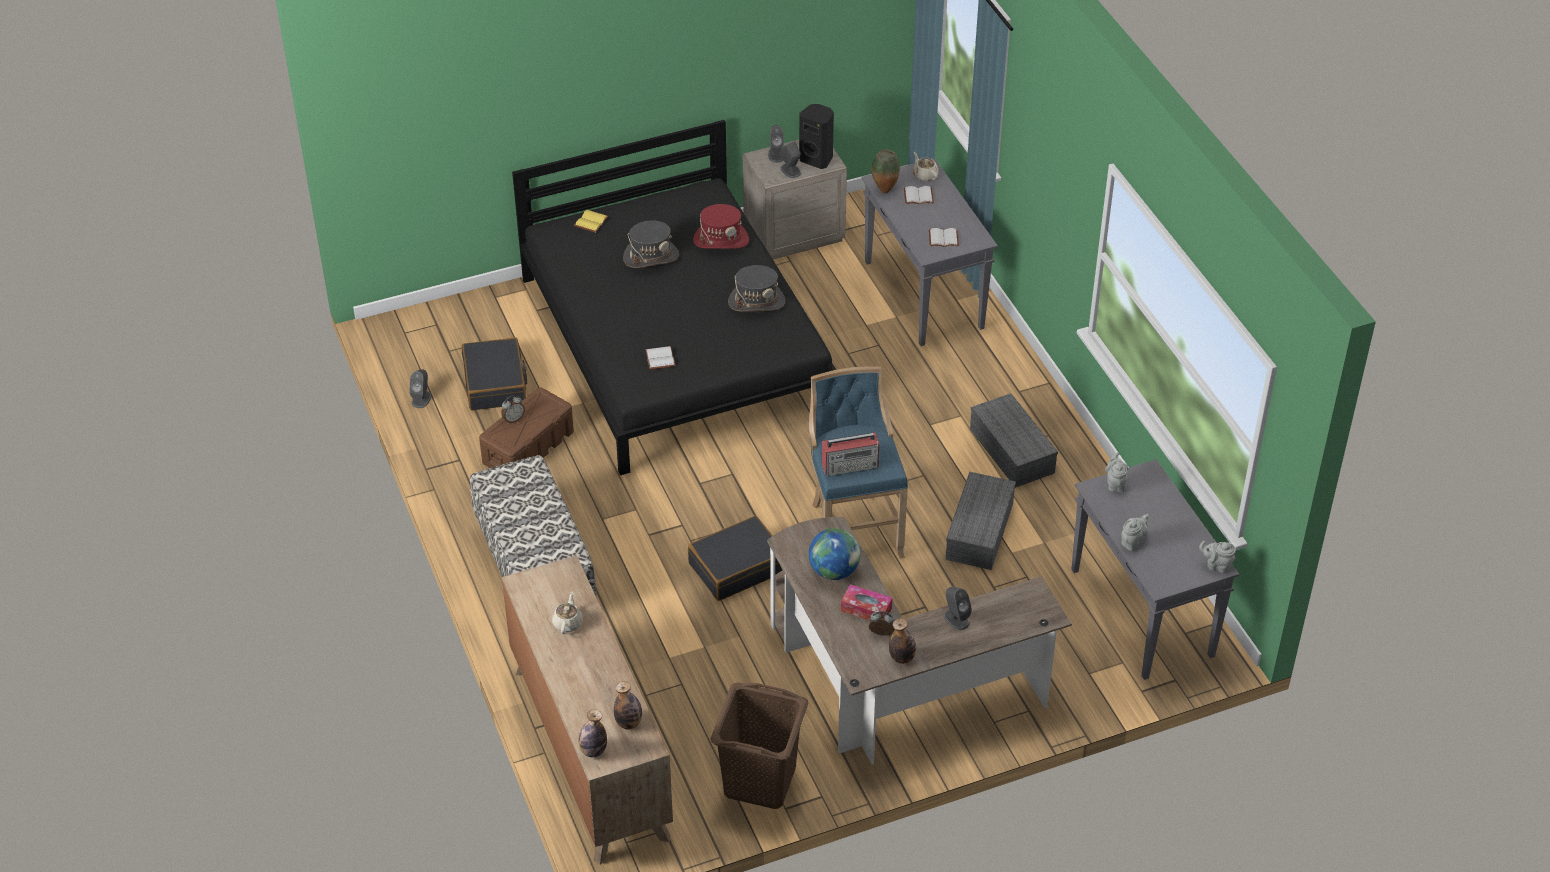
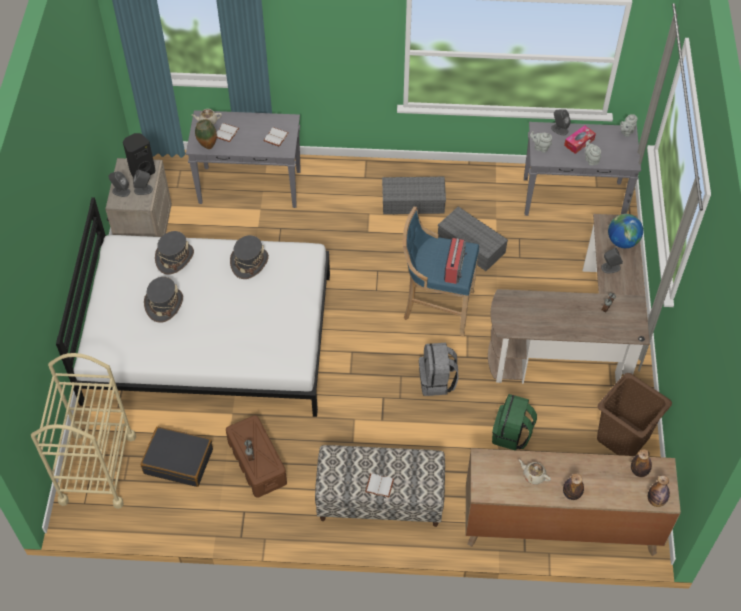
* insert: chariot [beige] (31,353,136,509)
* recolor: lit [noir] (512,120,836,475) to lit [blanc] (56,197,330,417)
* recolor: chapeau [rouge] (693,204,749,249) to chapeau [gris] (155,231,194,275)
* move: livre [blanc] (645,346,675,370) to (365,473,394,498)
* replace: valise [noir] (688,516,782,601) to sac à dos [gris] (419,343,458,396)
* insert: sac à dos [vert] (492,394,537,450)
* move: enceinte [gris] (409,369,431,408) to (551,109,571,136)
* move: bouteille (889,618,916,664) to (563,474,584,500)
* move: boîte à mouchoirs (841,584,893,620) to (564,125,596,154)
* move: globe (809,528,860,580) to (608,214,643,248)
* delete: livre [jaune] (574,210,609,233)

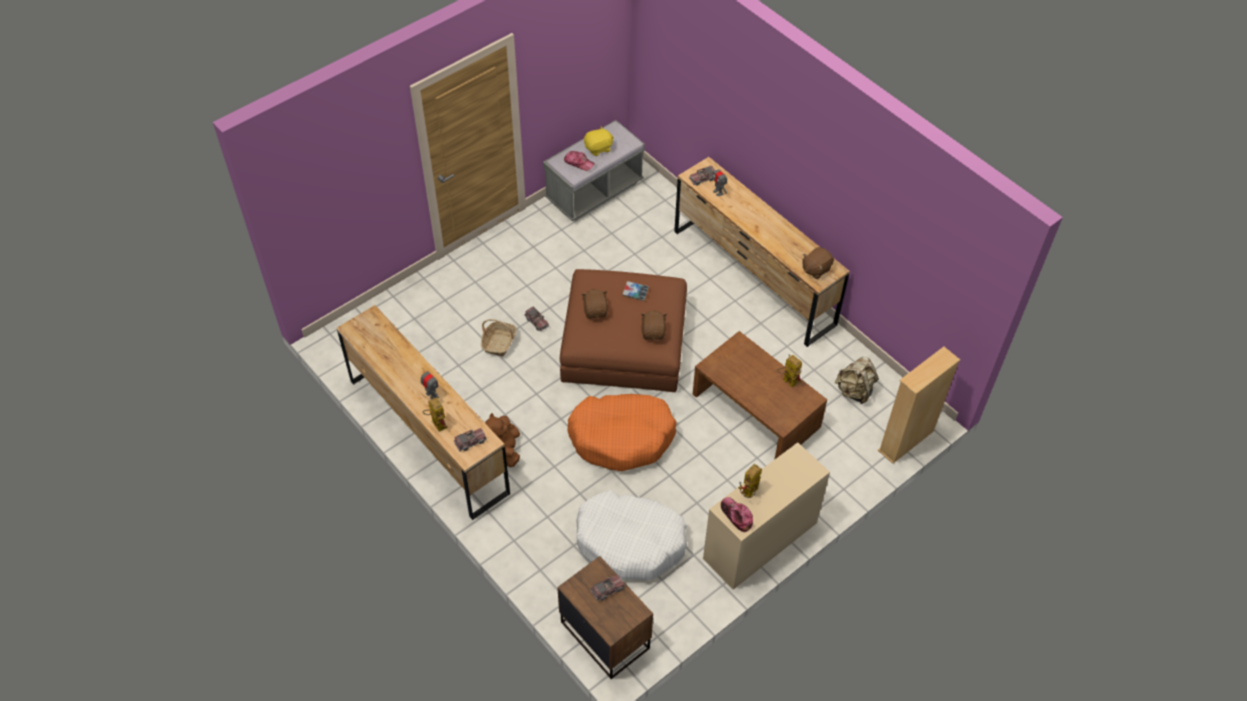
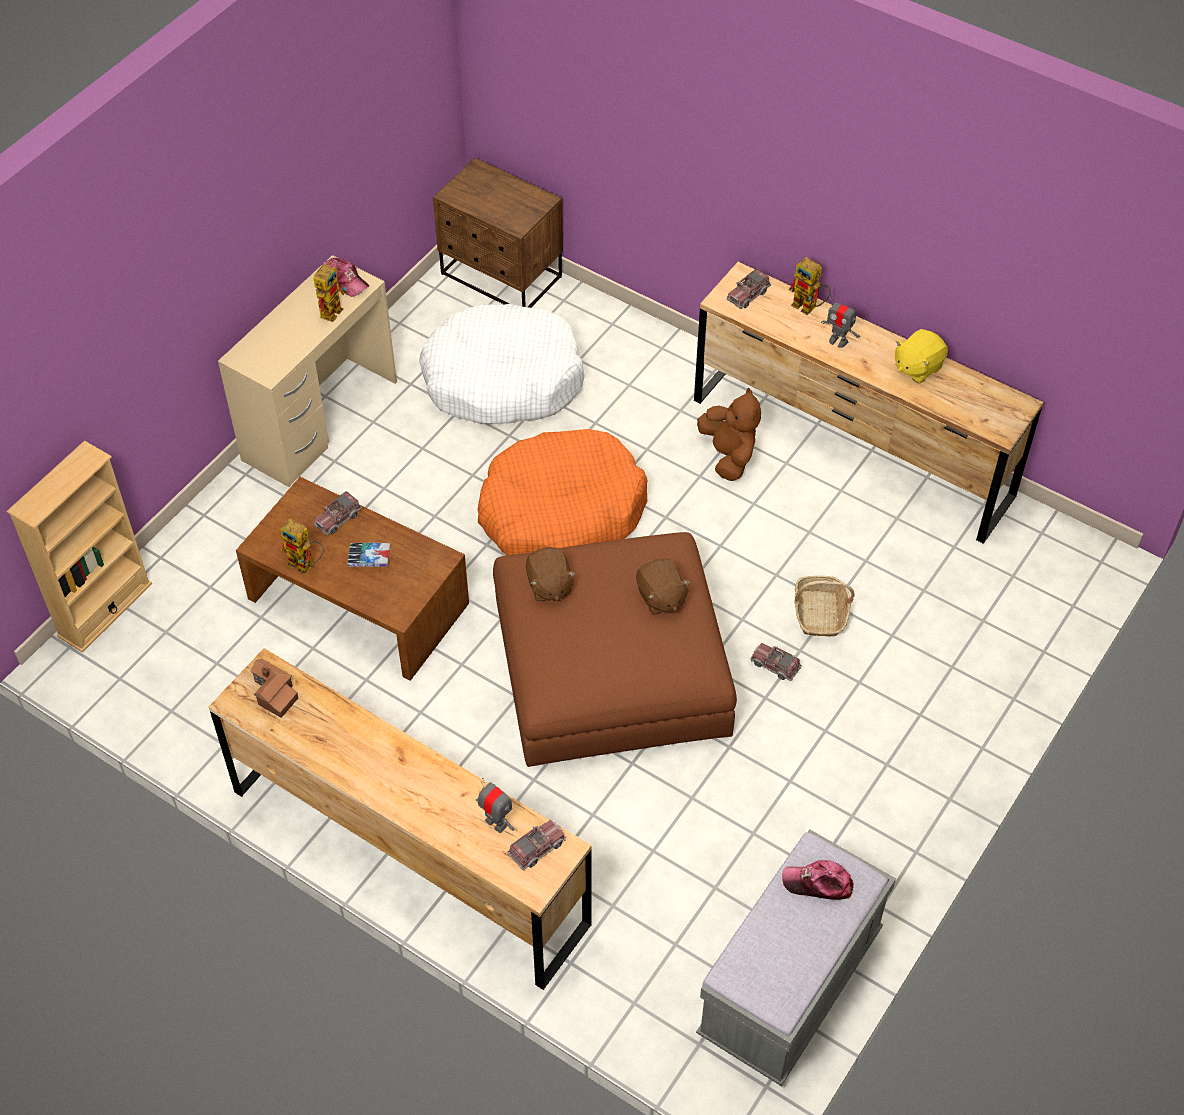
* replace: peluche [marron] (802,247,834,279) to maison miniature (251,659,298,718)
* move: camion jouet (590,575,625,601) to (314,491,362,535)
* move: livre (622,281,649,301) to (347,543,391,567)
* move: peluche [jaune] (584,126,614,156) to (895,329,948,383)
* delete: sac à dos [beige] (835,357,879,404)

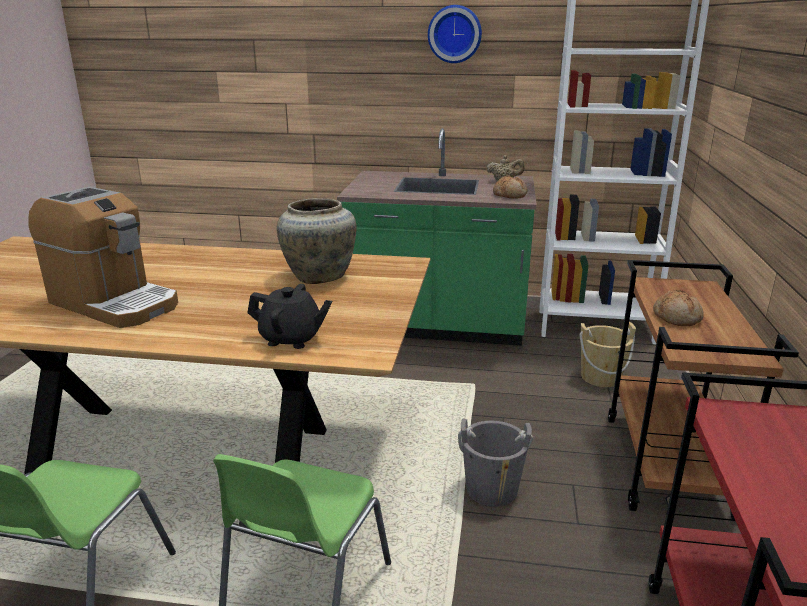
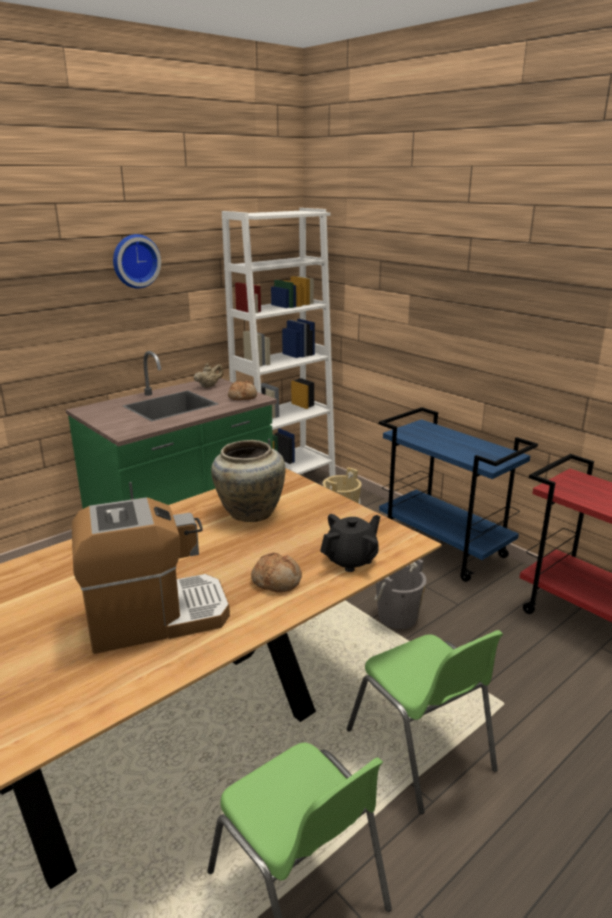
* move: pain (653,290,704,326) to (251,553,302,593)
* recolor: chariot [marron] (608,260,799,520) to chariot [bleu] (379,407,538,582)

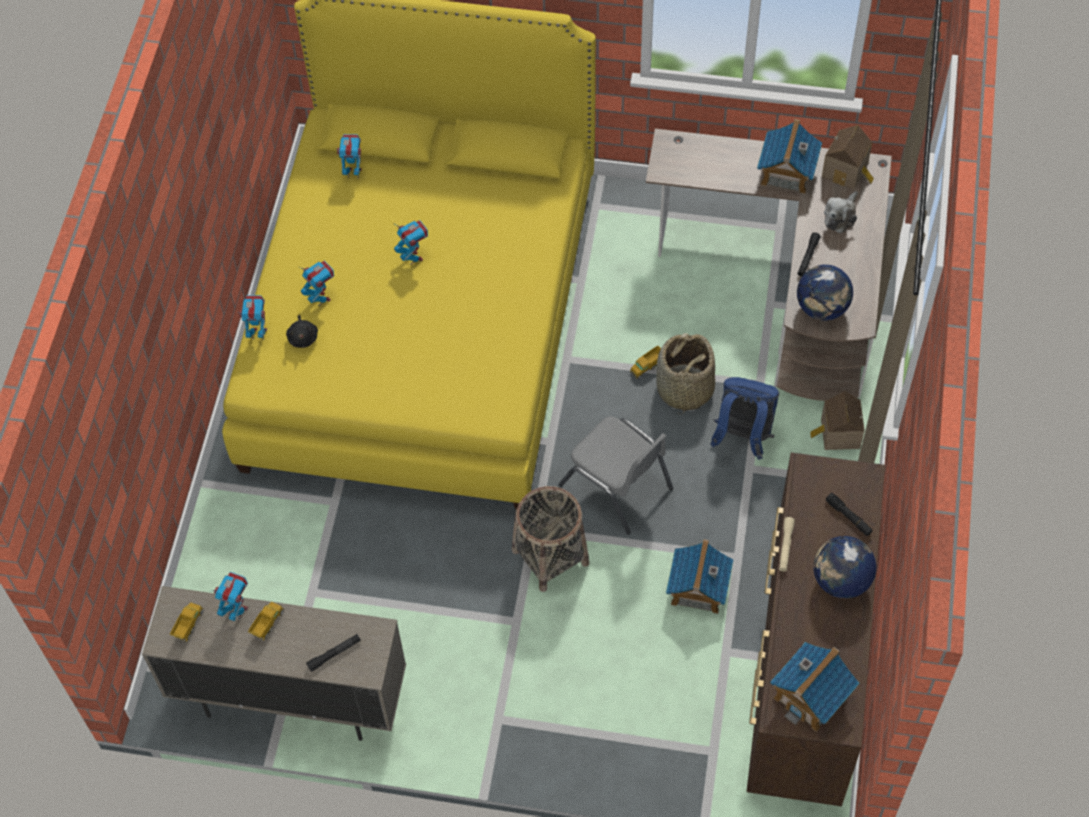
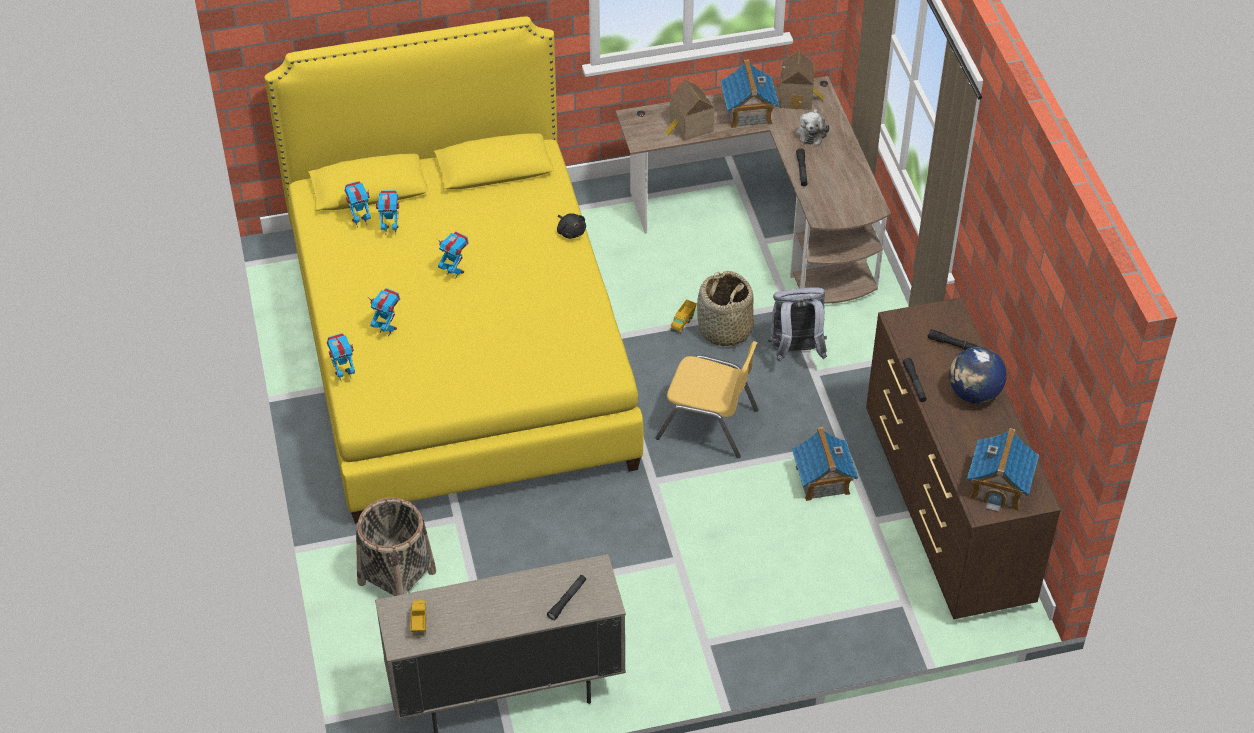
* move: panier (512,486,590,592) to (356,498,436,596)
* move: robot jouet (213,572,248,621) to (375,190,399,235)
* move: peluche [noir] (286,315,318,348) to (557,213,586,239)
* recolor: chaise [gris] (559,416,673,535) to chaise [jaune] (656,341,759,458)
* move: maison miniature (810,391,865,450) to (665,79,714,141)
* recolor: sac à dos [bleu] (711,377,779,460) to sac à dos [gris] (768,287,827,361)
* recolor: lampe de poche [beige] (779,517,795,572) to lampe de poche [noir] (903,358,927,402)
* delete: camion jouet (248,602,284,640)
* delete: globe (797,265,853,321)

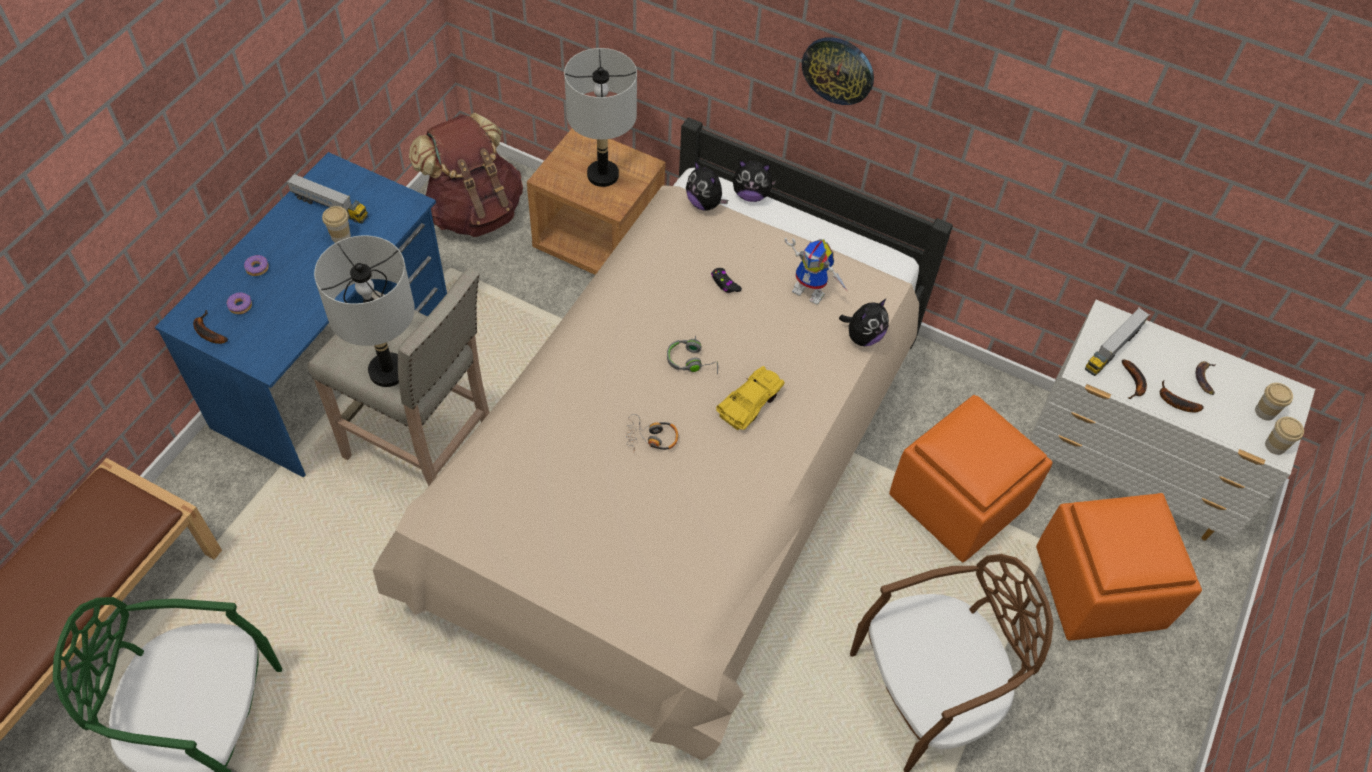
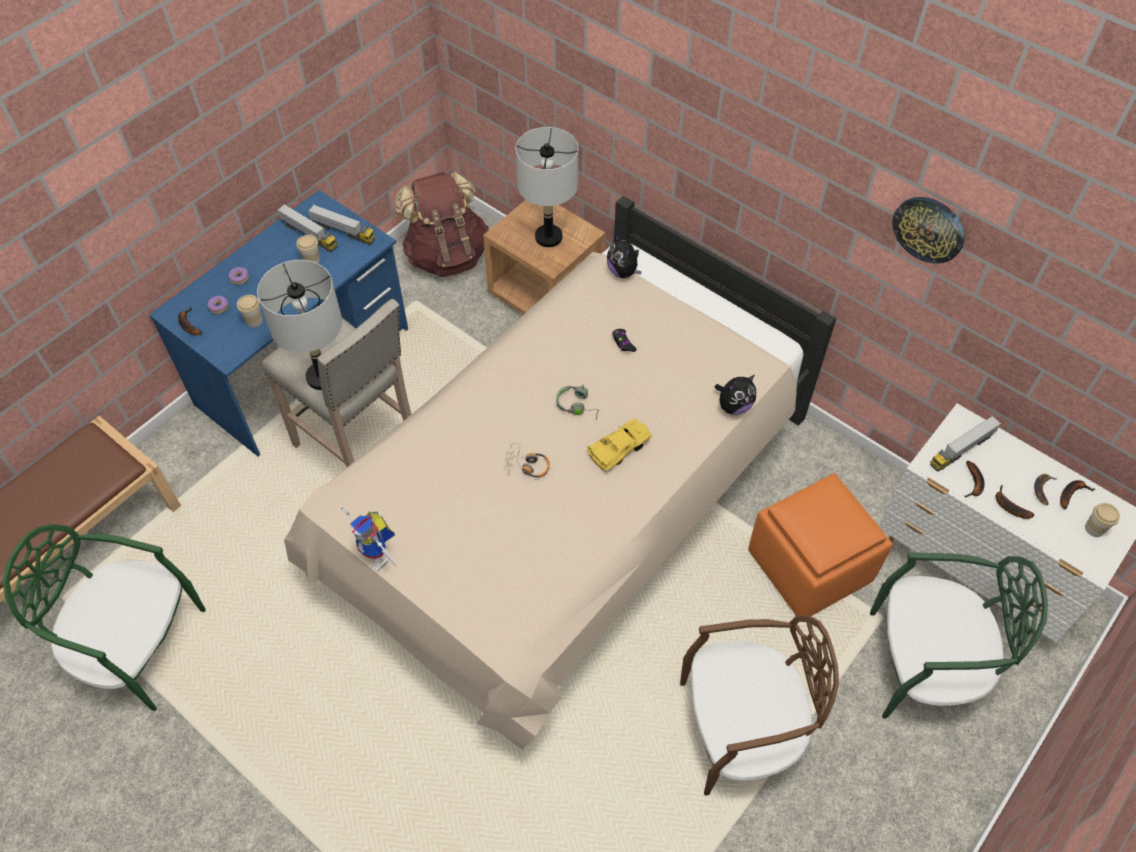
* move: tasse (1265,417,1304,455) to (237,295,263,327)
* insert: camion jouet (308,204,375,245)
* move: robot jouet (784,238,847,305) to (340,506,396,571)
* replace: pouf [orange] (1036,493,1202,640) to chaise [vert] (870,552,1048,719)
* move: horloge murale (802,37,874,105) to (892,197,964,264)
* insert: banane (1060,480,1095,509)
* delete: peluche (733,160,777,202)

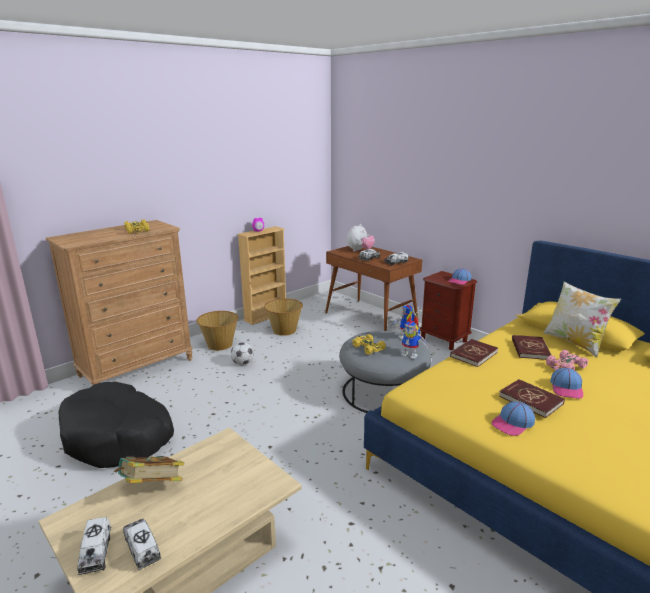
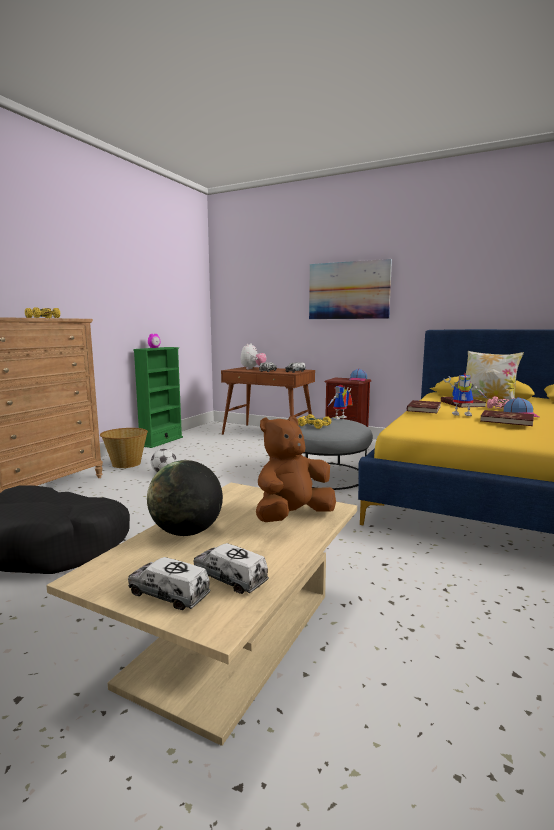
* rotate: camion jouet (77,517,111,575) = (128,557,210,610) 150 degrees clockwise
* recolor: bibliothèque [beige] (237,226,286,325) to bibliothèque [vert] (133,347,183,448)
* replace: livre (114,456,184,483) to globe (147,460,223,536)
* insert: peluche [marron] (256,416,336,522)
* insert: tableau (309,259,392,319)
* move: robot jouet (395,321,428,359) to (444,373,487,416)
* delete: panier (264,298,303,336)
* delete: casquette (492,401,535,436)

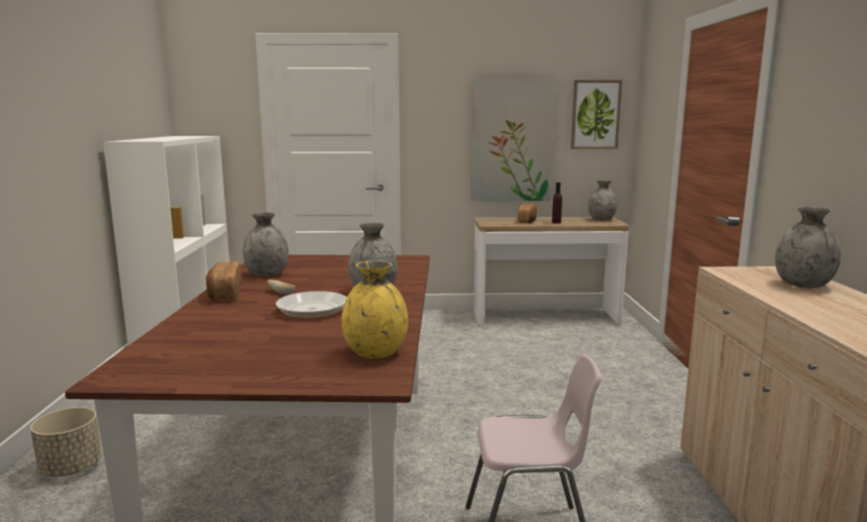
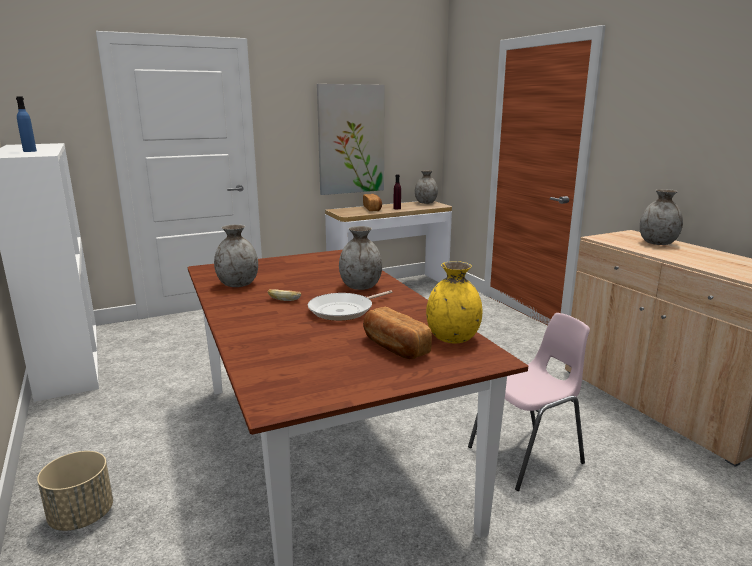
* insert: bouteille [bleu] (16,96,37,152)
* move: pain (206,261,242,301) to (363,307,432,359)
* delete: tableau (571,80,622,149)

